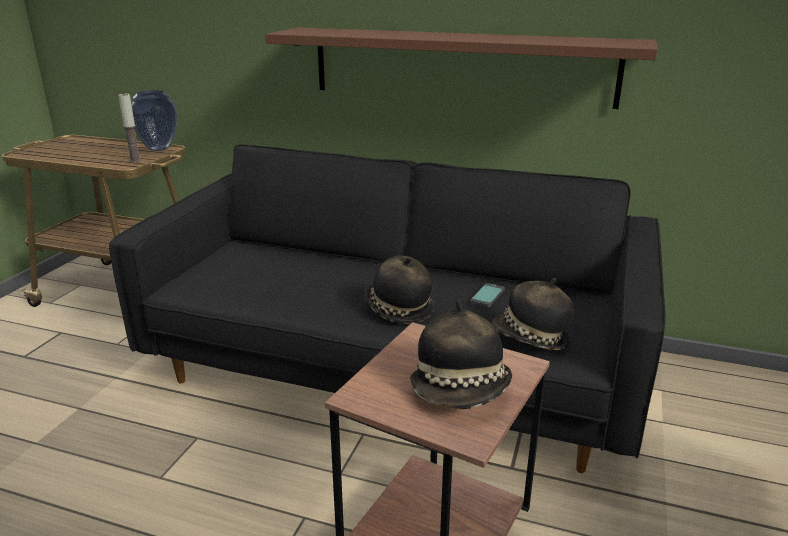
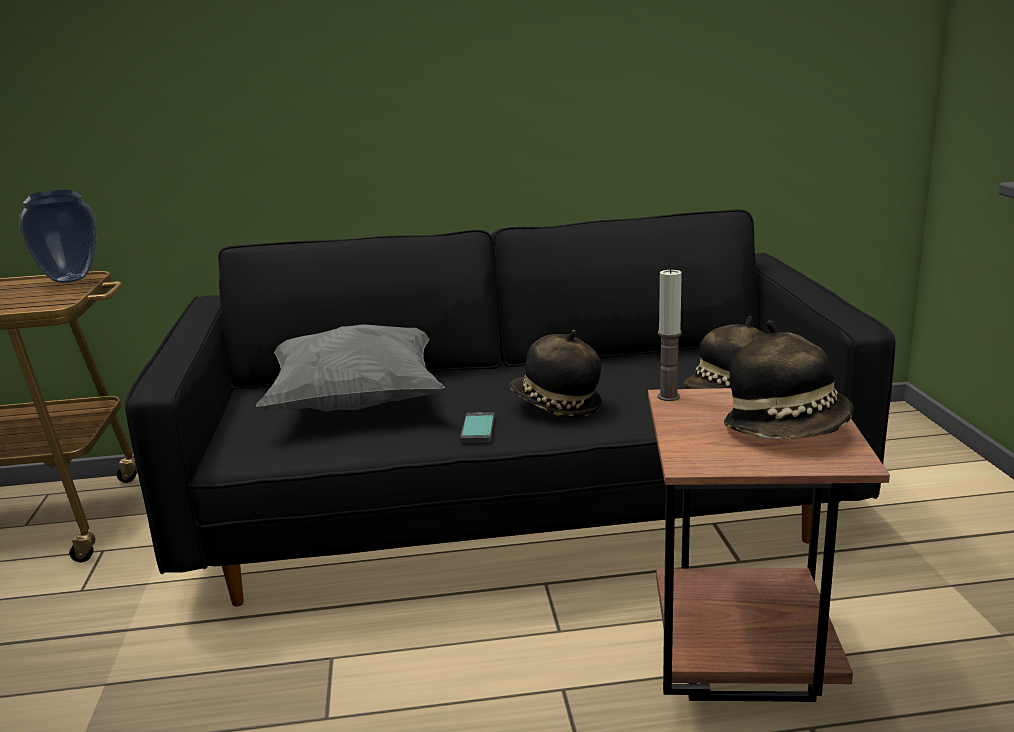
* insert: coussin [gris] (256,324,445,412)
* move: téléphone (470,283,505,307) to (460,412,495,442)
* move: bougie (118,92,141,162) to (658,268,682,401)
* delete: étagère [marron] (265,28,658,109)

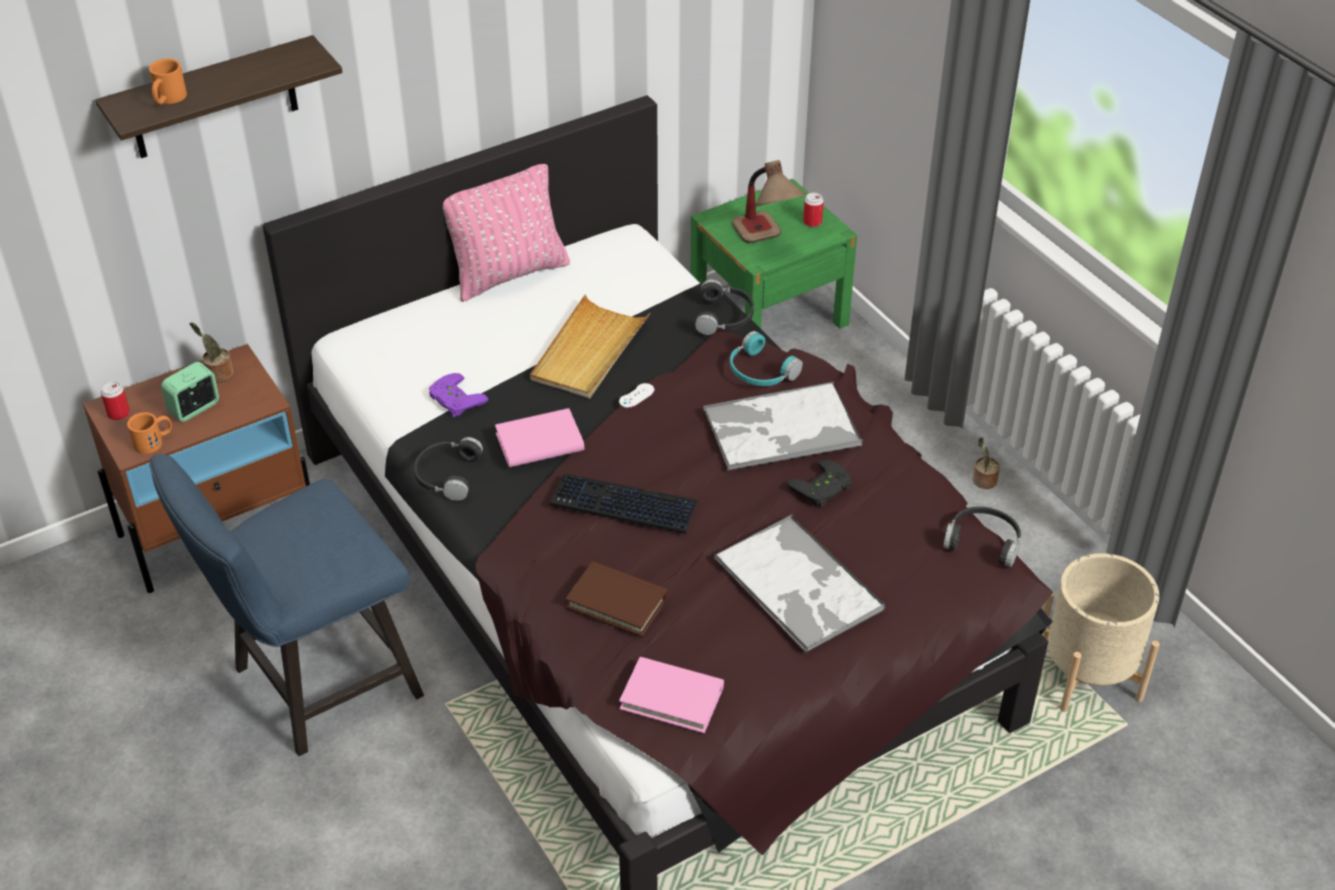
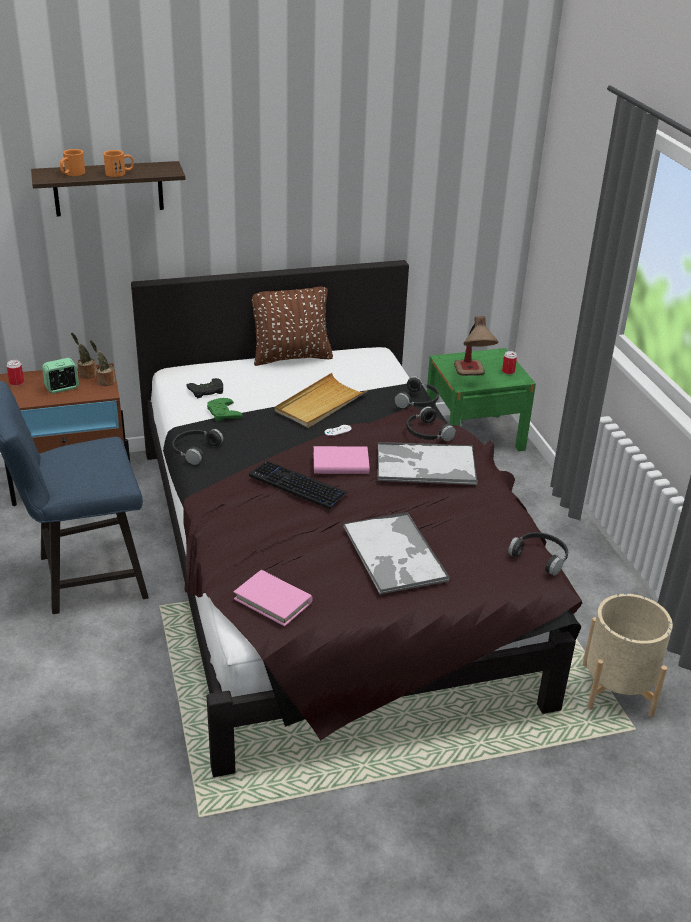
* move: plante en pot (973,436,1000,489) to (90,340,115,386)
* move: mug [orange] (127,412,172,454) to (103,150,134,177)
* move: manette [noir] (787,459,852,507) to (186,378,223,398)
* recolor: manette [violet] (429,373,488,417) to manette [vert] (207,398,243,422)
* recolor: coussin [rose] (443,164,570,302) to coussin [marron] (252,287,333,366)
* move: livre [rose] (495,408,584,467) to (313,446,370,474)
* recolor: casque audio [turquoise] (730,331,803,386) to casque audio [noir] (406,407,456,441)
* delete: livre [marron] (565,561,668,637)

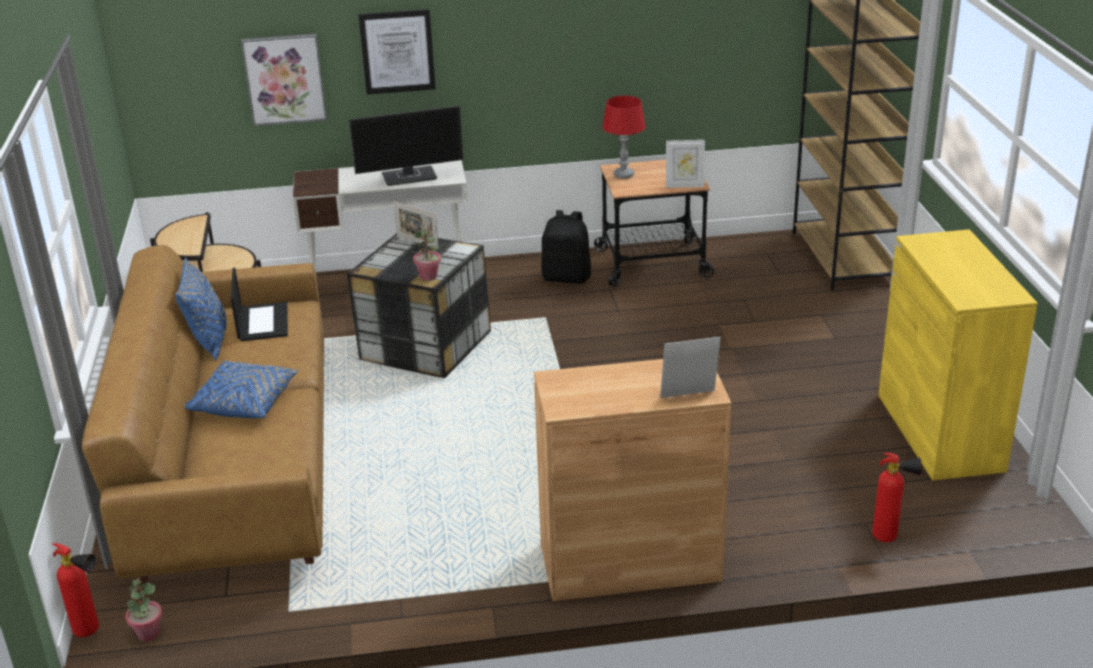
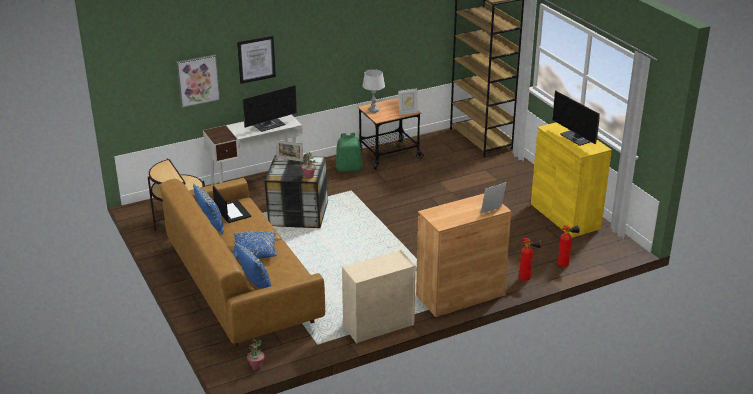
* insert: coussin [bleu] (234,241,271,289)
* recolor: sac à dos [noir] (541,210,591,284) to sac à dos [vert] (336,133,363,172)
* insert: commode [beige] (342,250,416,343)
* recolor: lampe de table [rouge] (602,96,646,179) to lampe de table [gris] (362,69,385,113)
* move: extincteur (53,543,99,637) to (519,238,541,281)
* insert: écran d'ordinateur (552,90,600,146)

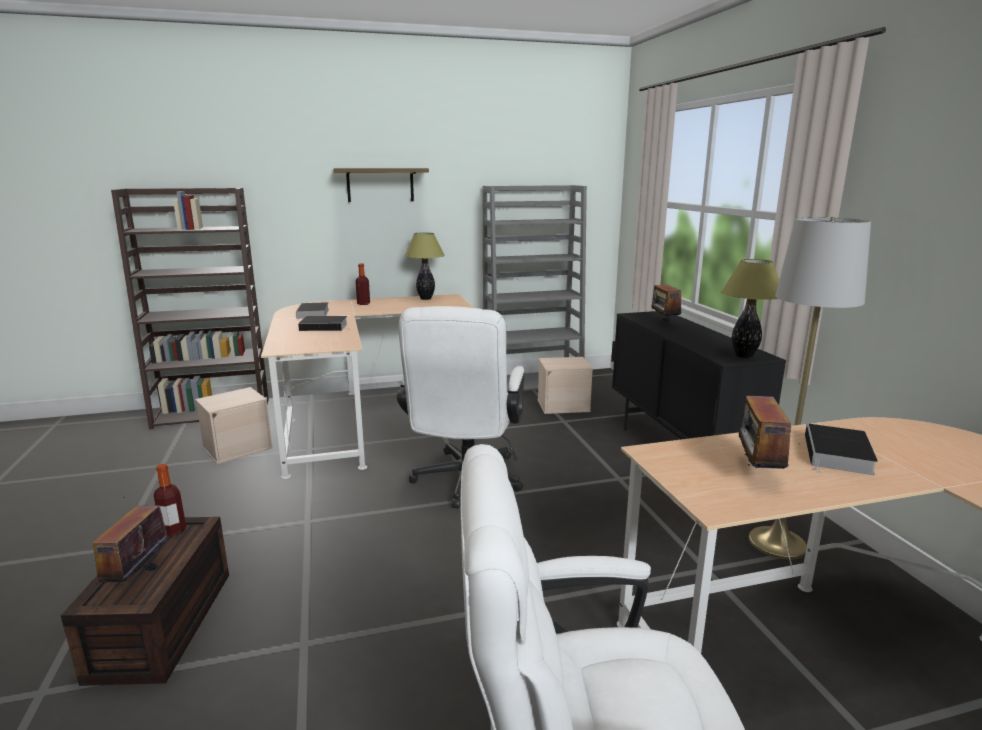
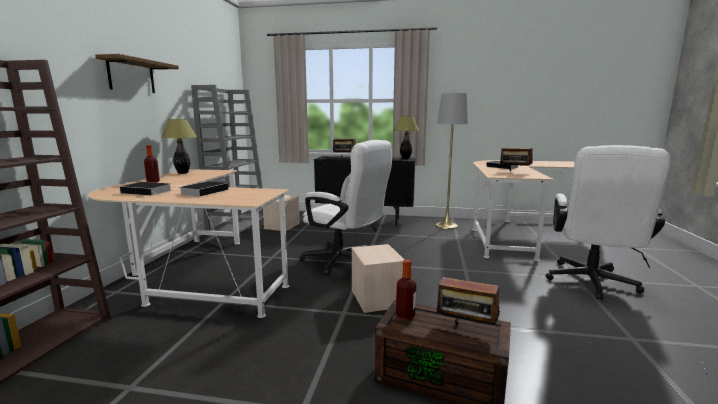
* move: boîte de rangement [beige] (195,387,273,464) to (351,244,404,313)

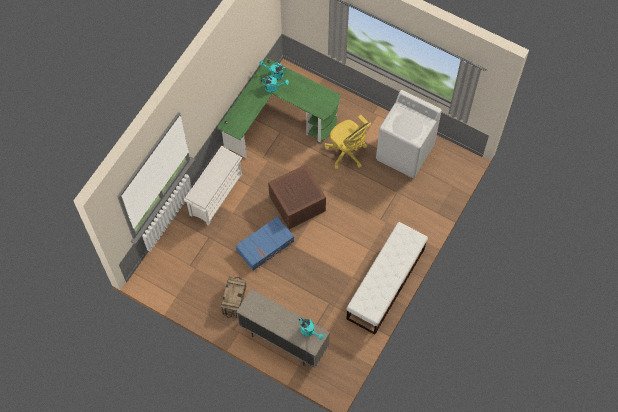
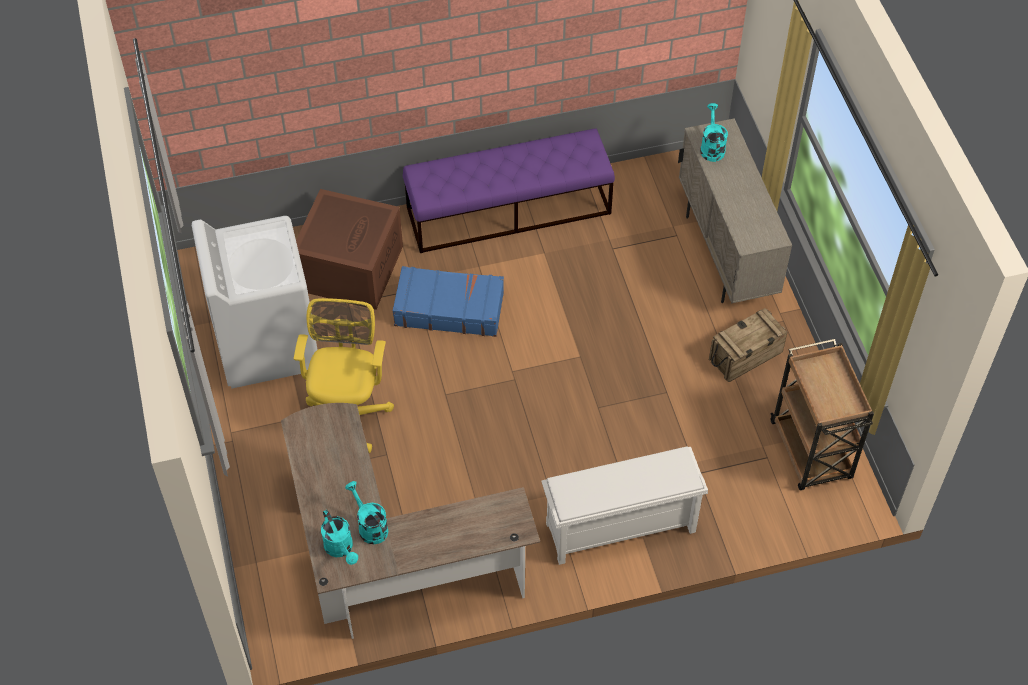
* recolor: bureau [vert] (217,58,341,158) to bureau [marron] (281,403,540,639)
* move: boîte de rangement [marron] (268,164,326,229) to (296,189,403,310)
* move: valise [bleu] (236,216,294,271) to (393,266,504,337)
* recolor: banc [blanc] (346,222,428,335) to banc [violet] (403,128,615,253)
* insert: chariot [marron] (770,339,874,490)

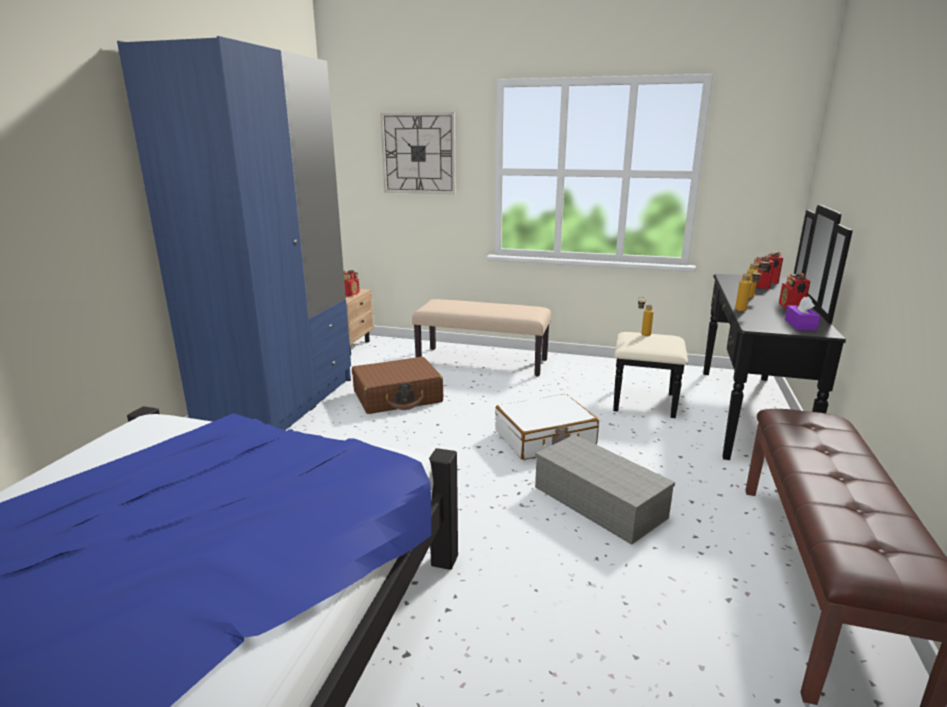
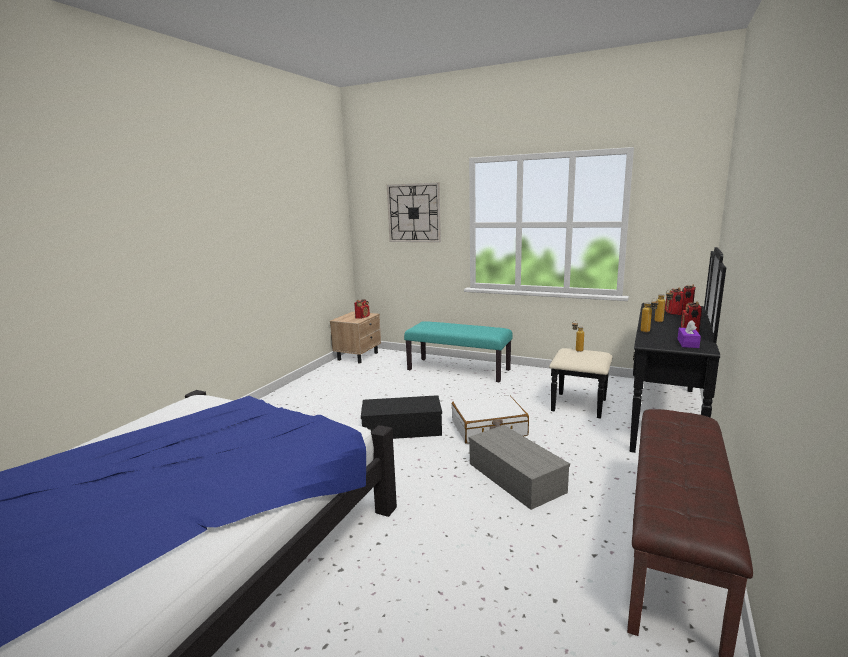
* insert: boîte de rangement [noir] (361,395,442,439)
* recolor: banc [beige] (412,299,551,376) to banc [turquoise] (404,321,513,383)
* delete: armoire [bleu] (117,36,351,430)
* delete: valise [marron] (352,357,443,414)

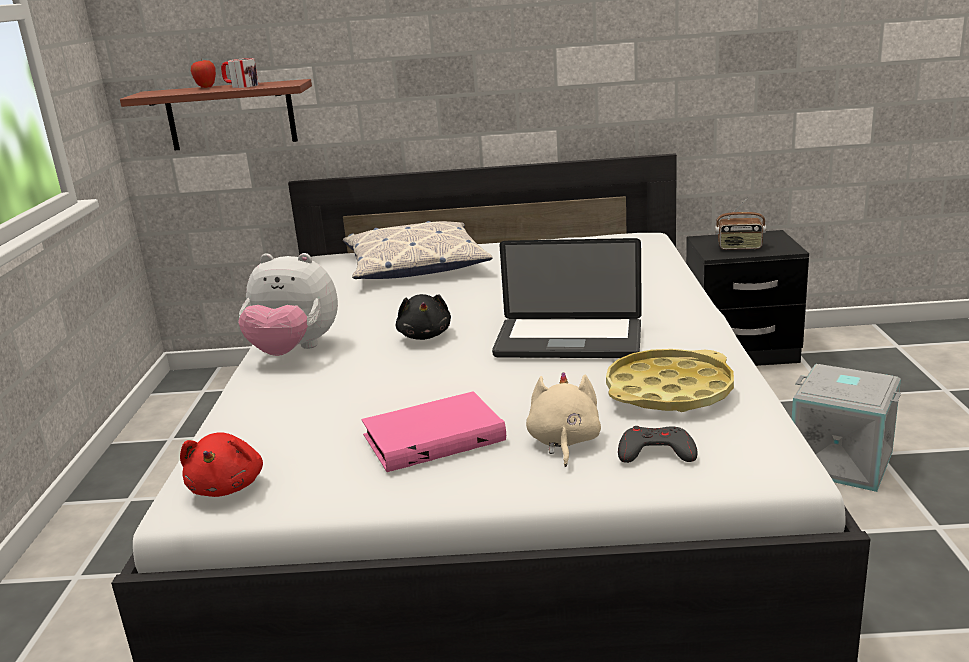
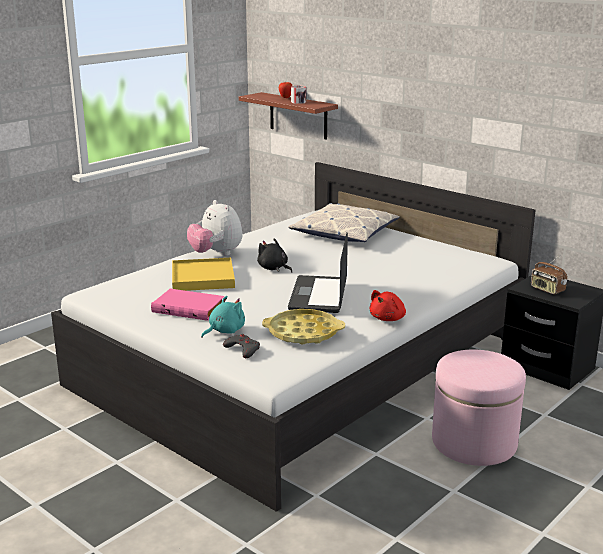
* insert: plateau [jaune] (172,258,235,291)
* recolor: peluche [beige] (526,372,601,467) to peluche [turquoise] (201,296,245,338)
* rotate: peluche [noir] (396,294,451,340) = (257,238,292,273) 105 degrees clockwise
* rotate: ordinateur portable (492,238,642,358) = (288,233,348,313) 45 degrees clockwise
* move: peluche [rouge] (180,432,263,497) to (369,290,406,321)
* replace: boîte de rangement [gris] (792,364,901,492) to pouf [rose] (432,350,526,466)

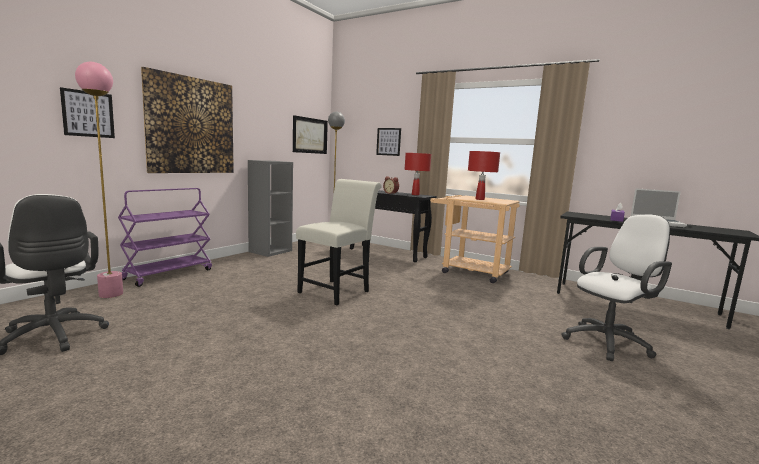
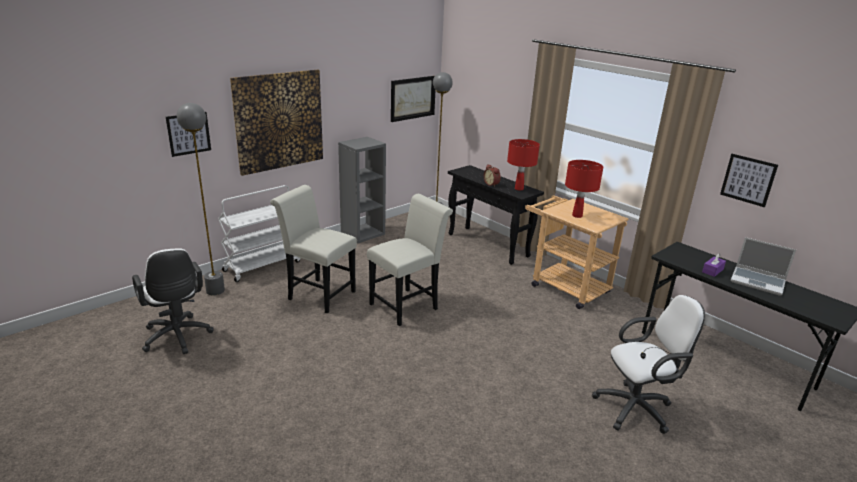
* recolor: lampadaire [rose] (75,62,123,298) to lampadaire [gris] (177,103,225,295)
* recolor: chariot [violet] (118,188,212,287) to chariot [blanc] (218,185,301,282)
* insert: chaise [blanc] (270,185,357,313)
* move: tableau (376,128,401,156) to (720,154,778,207)

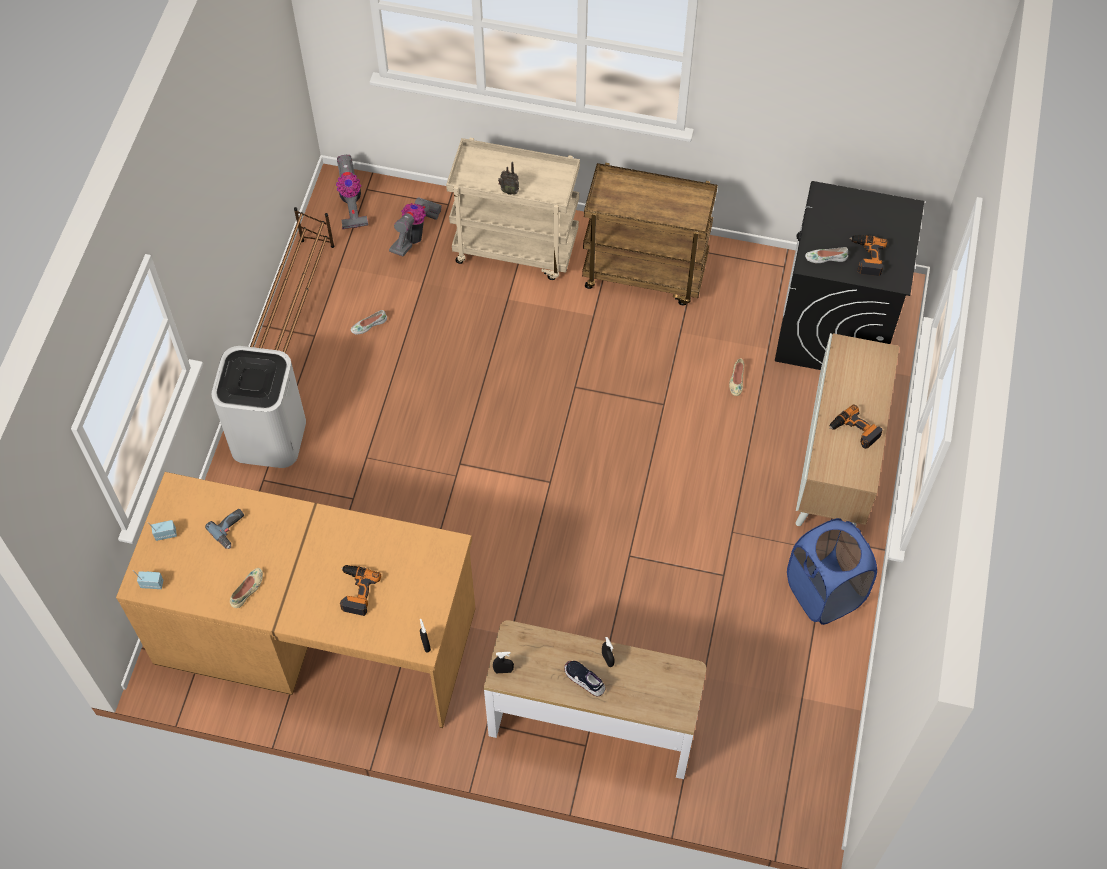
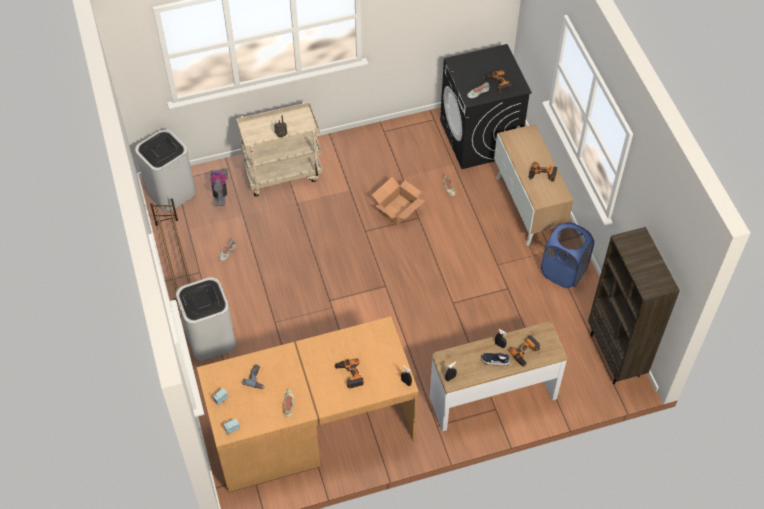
* replace: aspirateur (336,155,368,229) to poubelle [blanc] (135,130,196,211)
* insert: carton (372,177,426,225)
* insert: perceuse (508,335,540,366)
* insert: bibliothèque [marron] (588,227,680,384)
* delete: chariot [marron] (582,163,718,306)

